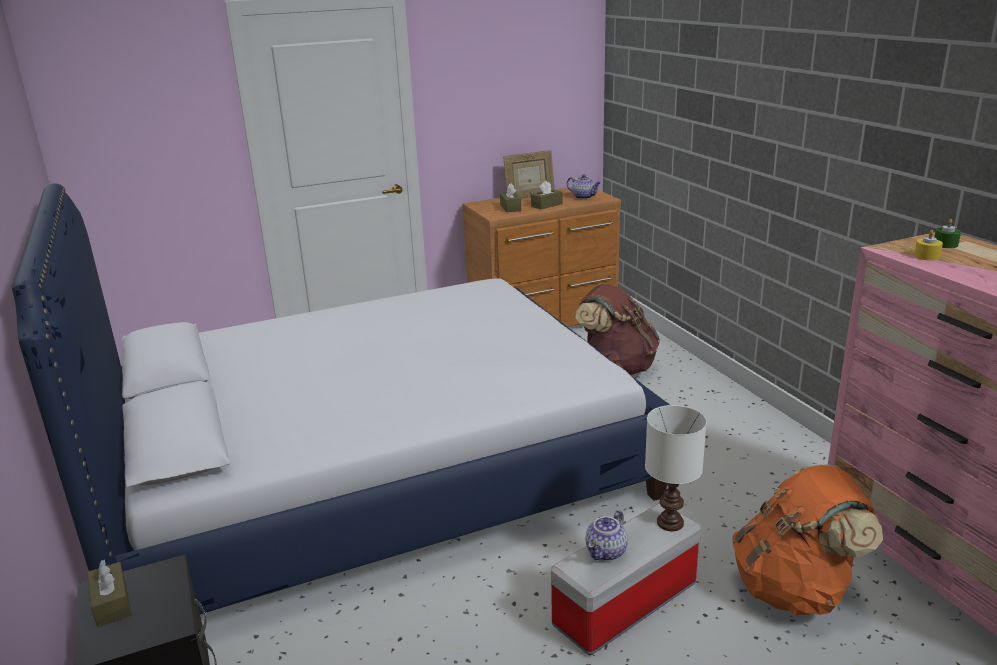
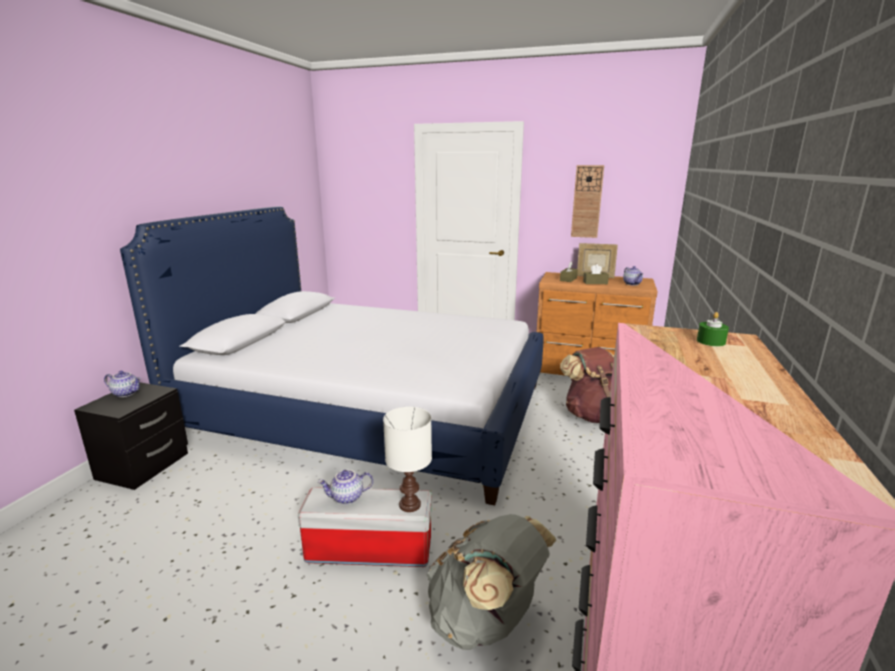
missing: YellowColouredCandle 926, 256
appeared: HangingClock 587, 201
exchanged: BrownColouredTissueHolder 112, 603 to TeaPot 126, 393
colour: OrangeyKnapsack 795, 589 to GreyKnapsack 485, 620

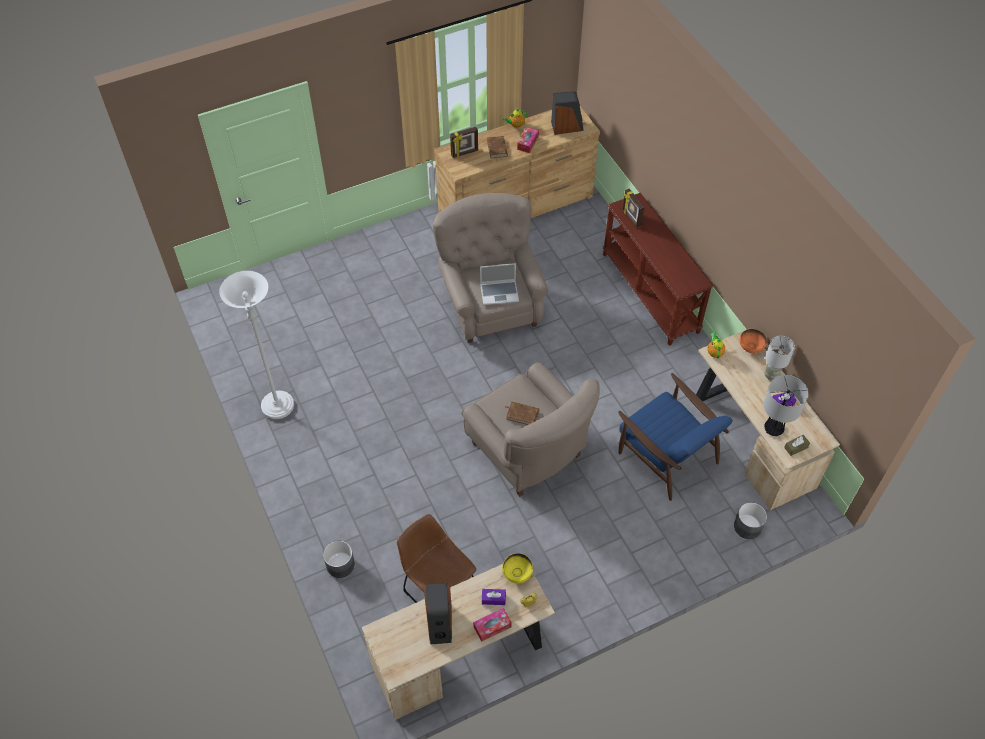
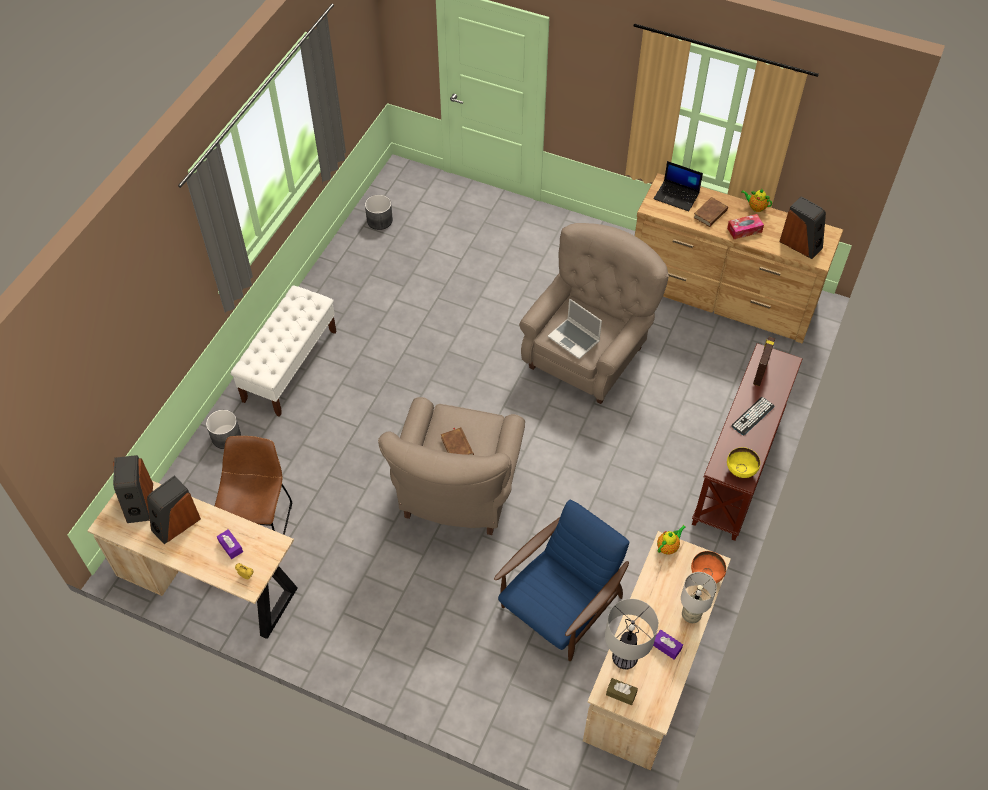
missing: WhitishStandardLamp 277, 406; TissueHolder 492, 626
appeared: Loudspeaker 139, 502; WhitishLongSeat 290, 365; Keyboard 752, 416
relocated: YellowColouredServingBowl 517, 575 to 740, 471; GreyFlowerPot 747, 526 to 379, 220
exchanged: PictureFrame 464, 153 to Laptop 677, 196
spun: BlueEasyChair 666, 455 = 560, 606 150 degrees counterclockwise

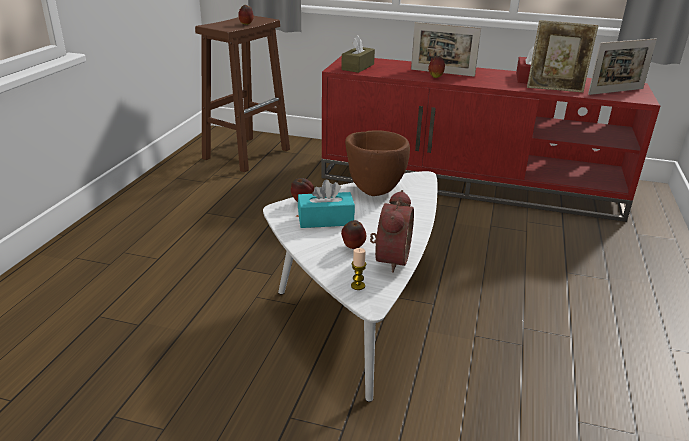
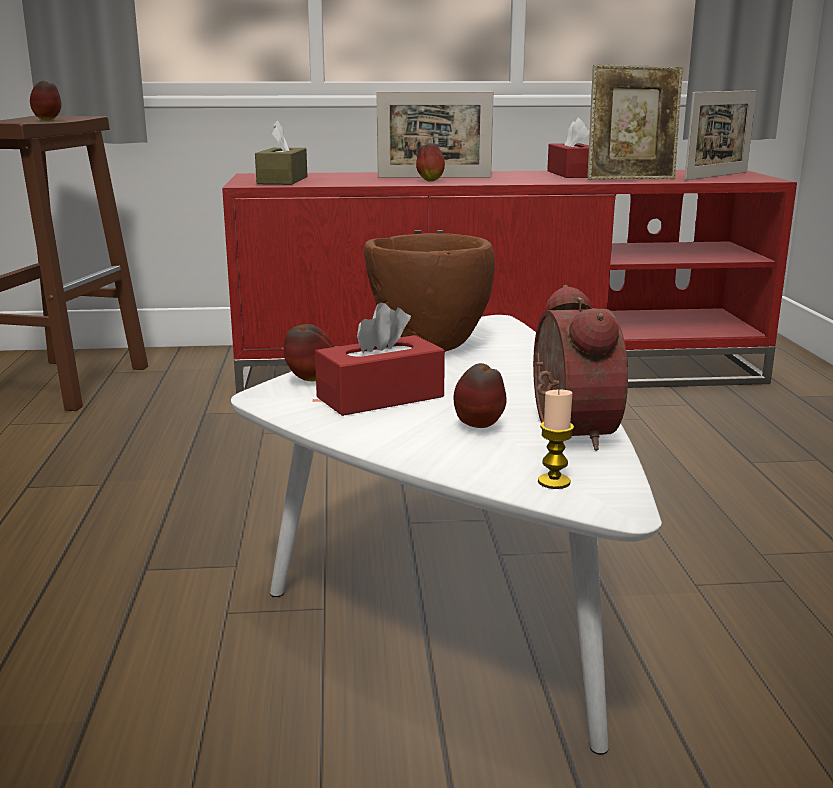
colour: BlueGreenTissueHolder 325, 220 to RedColouredTissueHolder 380, 397

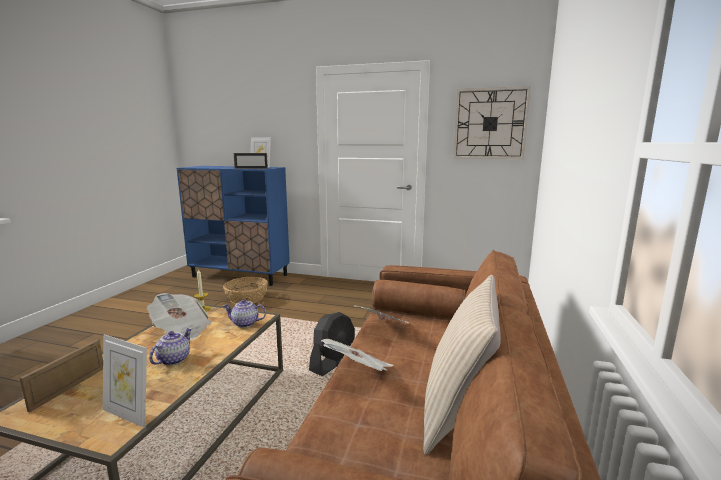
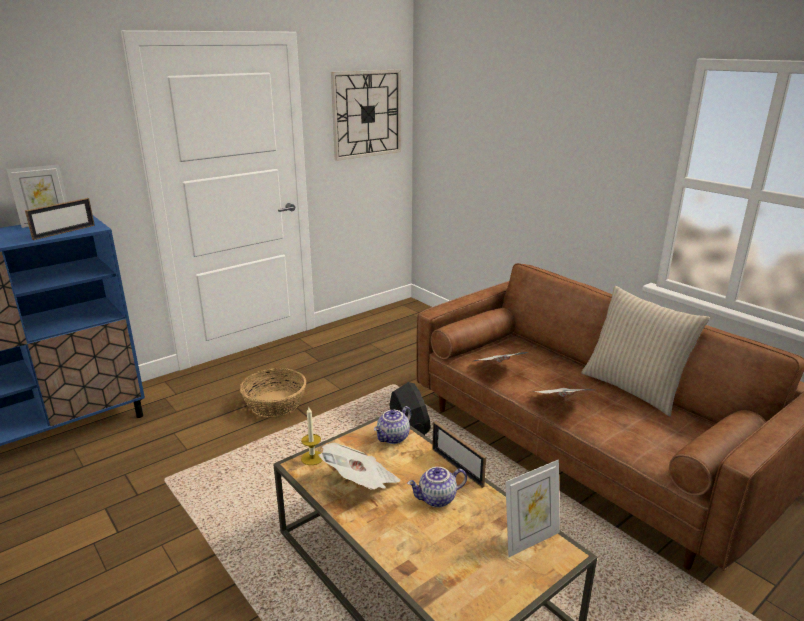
relocated: PictureFrame 69, 388 to 457, 467; StorageBasket 247, 298 to 275, 404
spun: TeaPot 173, 359 = 437, 499 75 degrees counterclockwise

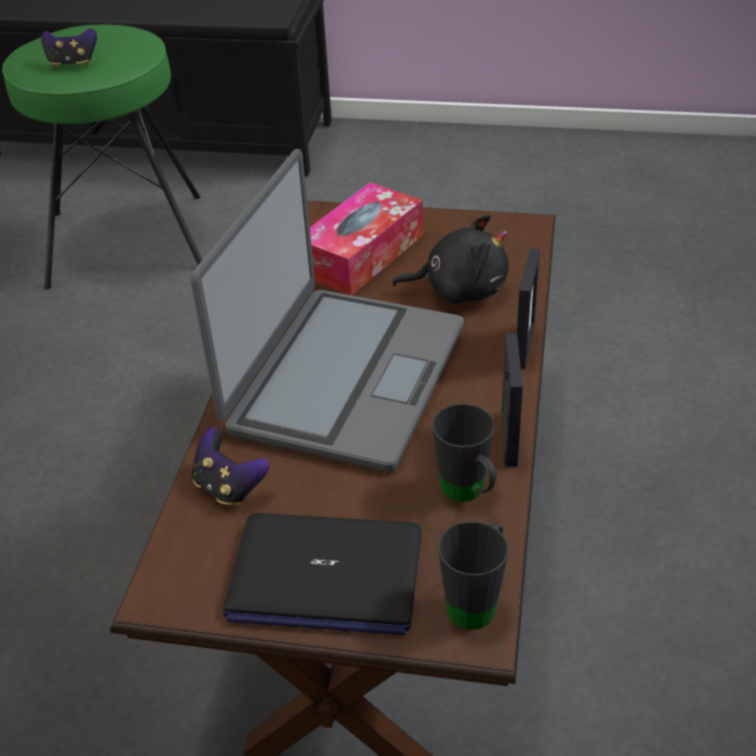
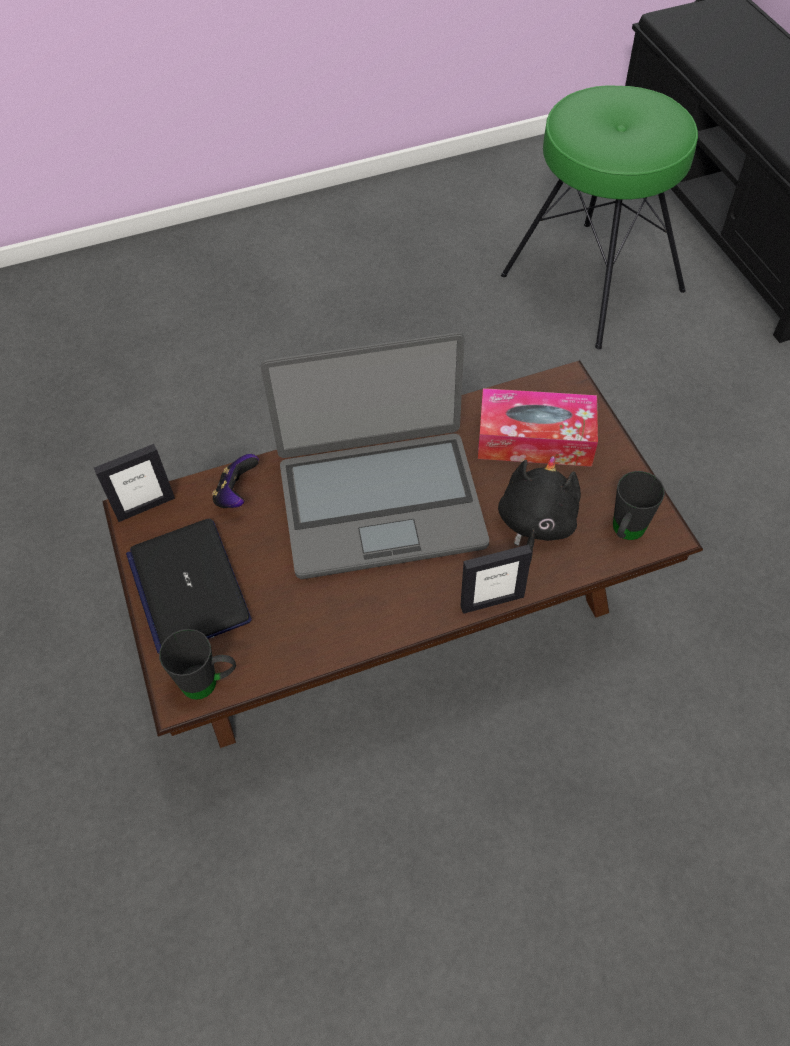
missing: Gamepad 73, 63
relocated: BlackMug 468, 494 to 625, 533; PictureFrame 508, 438 to 145, 506
spun: BlackCuddlyToy 459, 289 = 535, 525 135 degrees counterclockwise

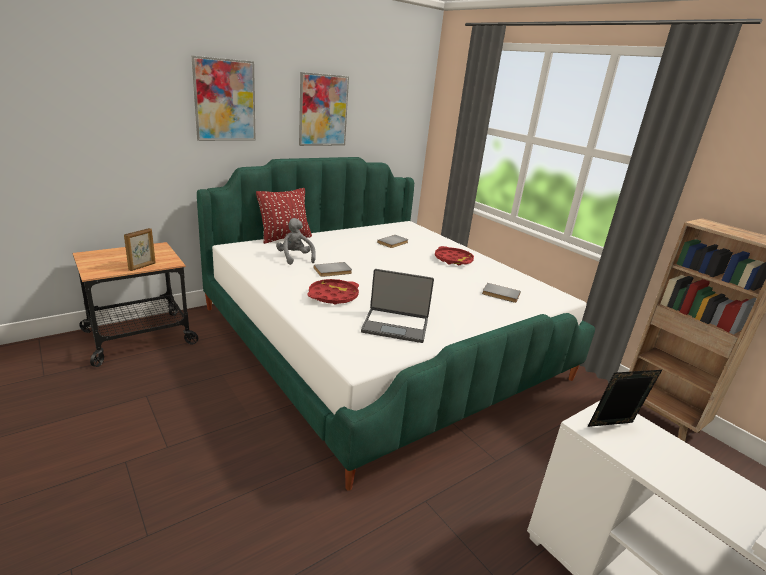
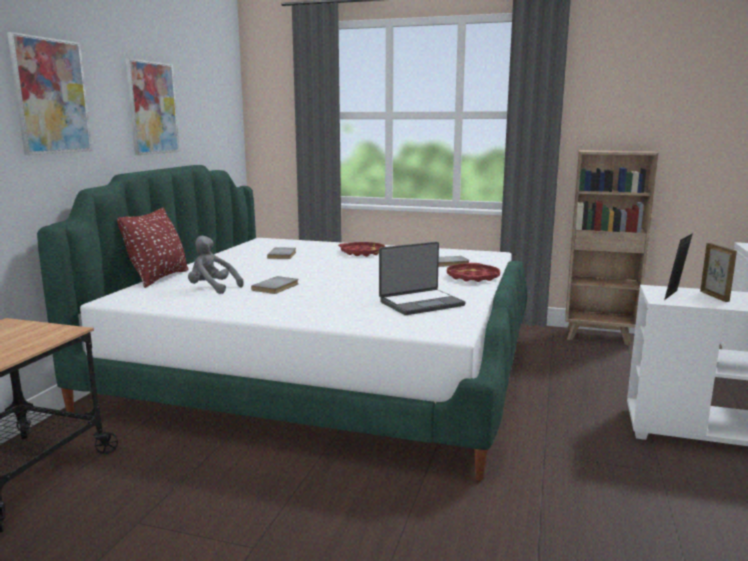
relocated: PictureFrame 142, 266 to 714, 296; RedColouredTray 333, 296 to 473, 277

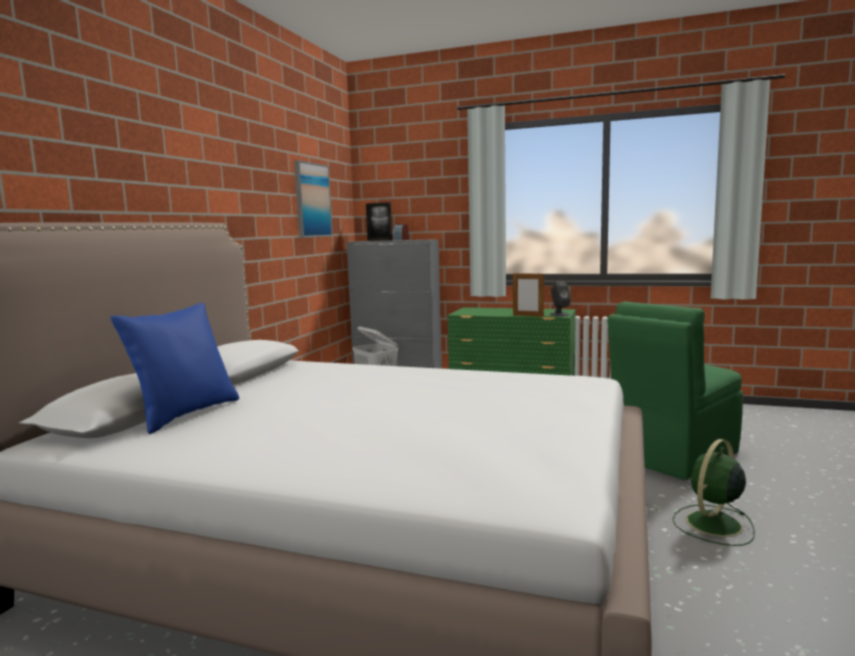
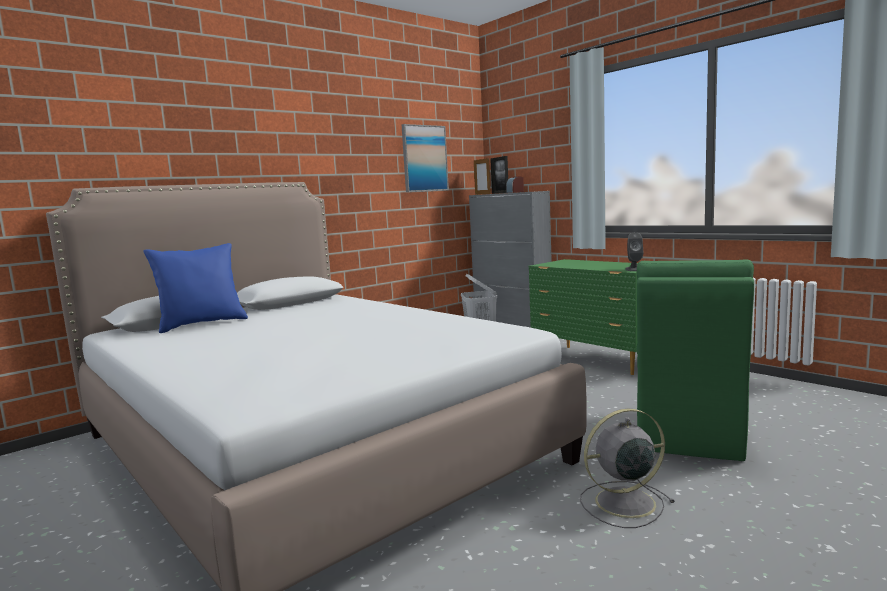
relocated: PictureFrame 528, 315 to 482, 194
colour: GreenColouredCoolingFan 712, 525 to GreyCoolingFan 622, 503
spun: GreenColouredUprightChair 672, 455 = 688, 433 60 degrees counterclockwise

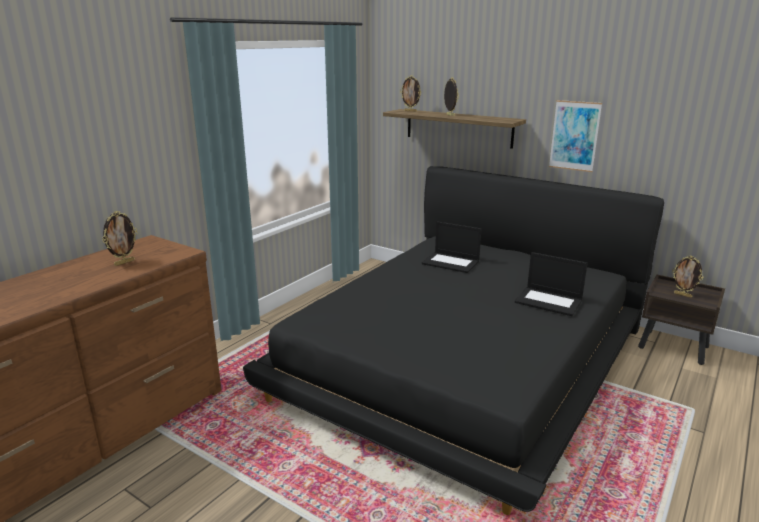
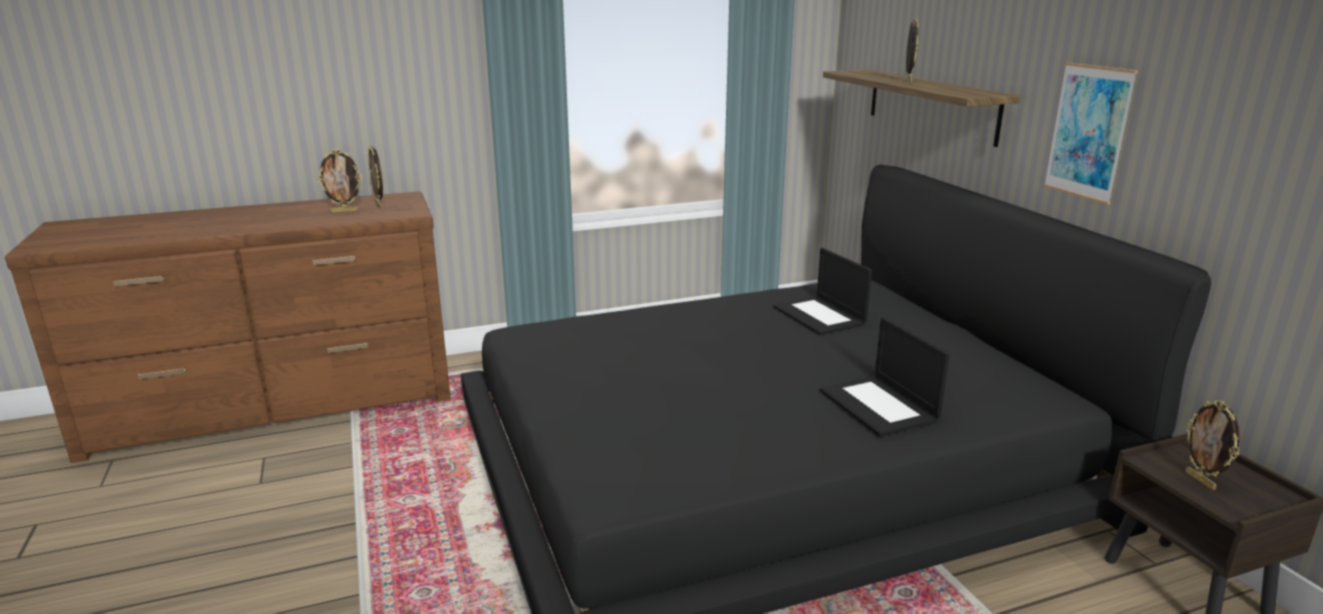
relocated: PictureFrame 410, 111 to 380, 206

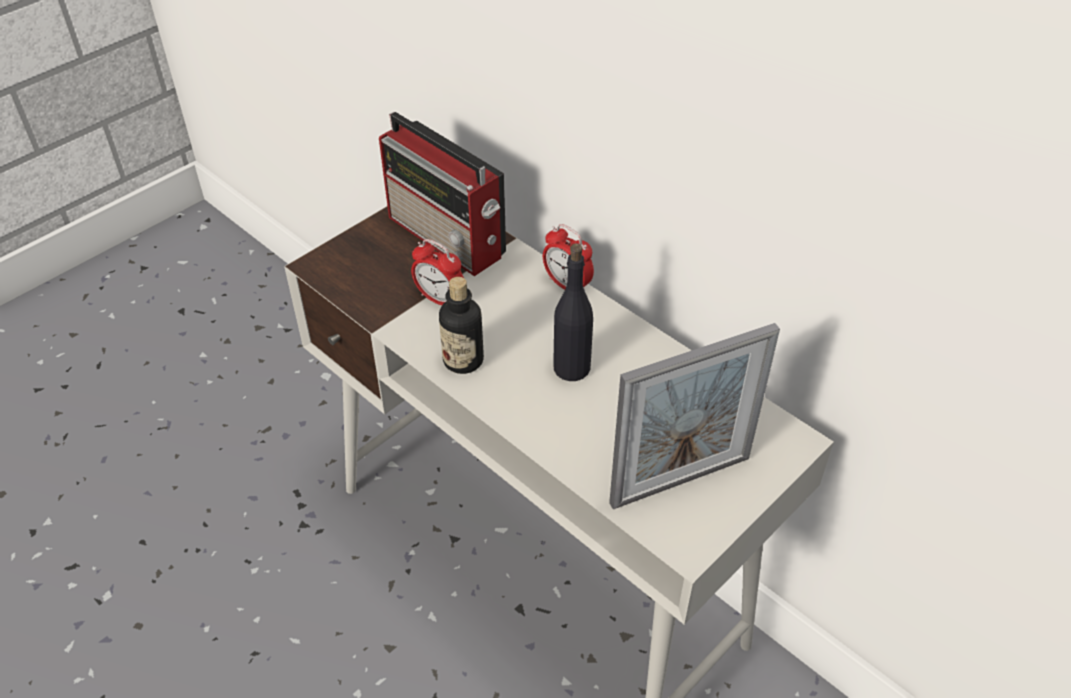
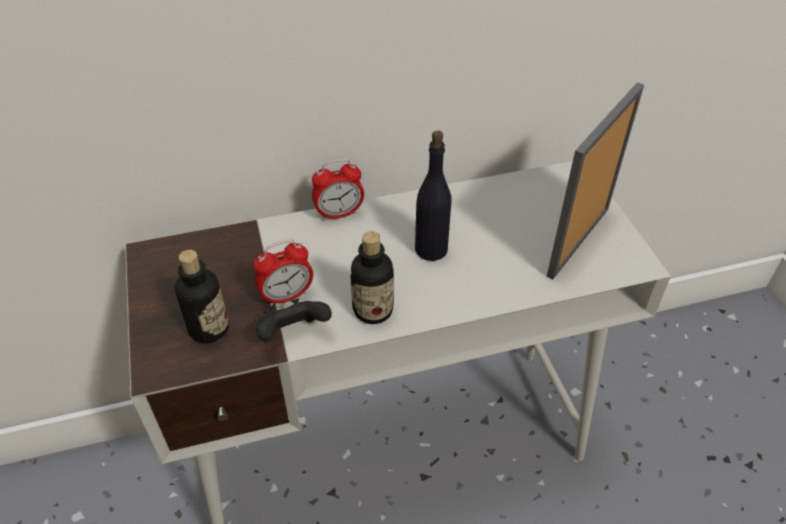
missing: RadioReceiver 448, 238
appeared: Bottle 209, 329; BlackGamepad 293, 333
spun: PictureFrame 680, 480 = 578, 241 150 degrees counterclockwise

